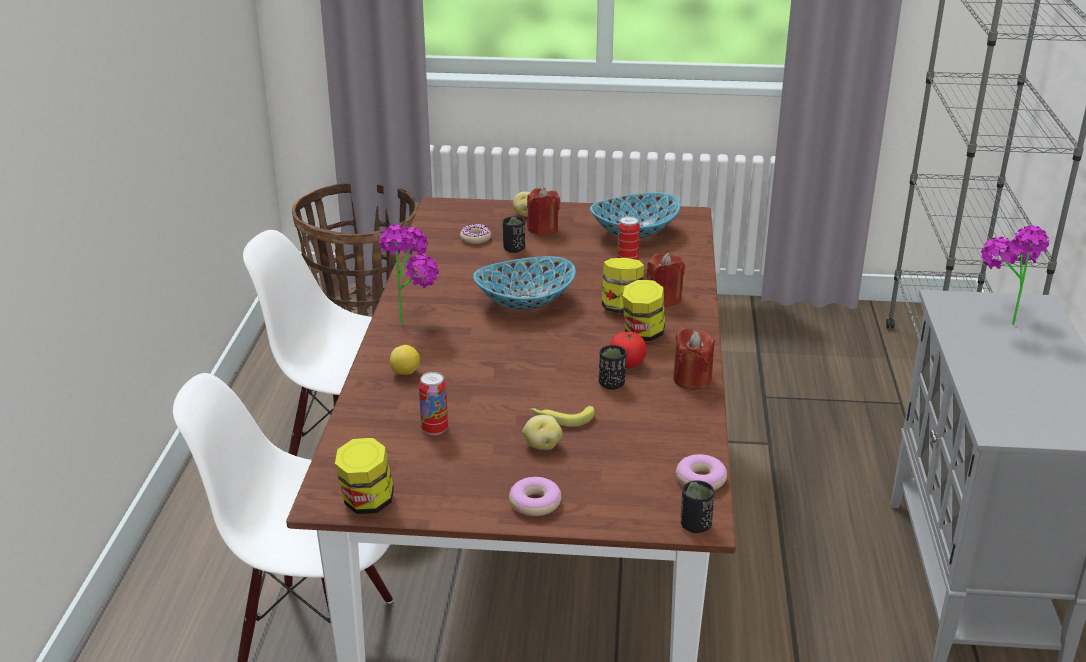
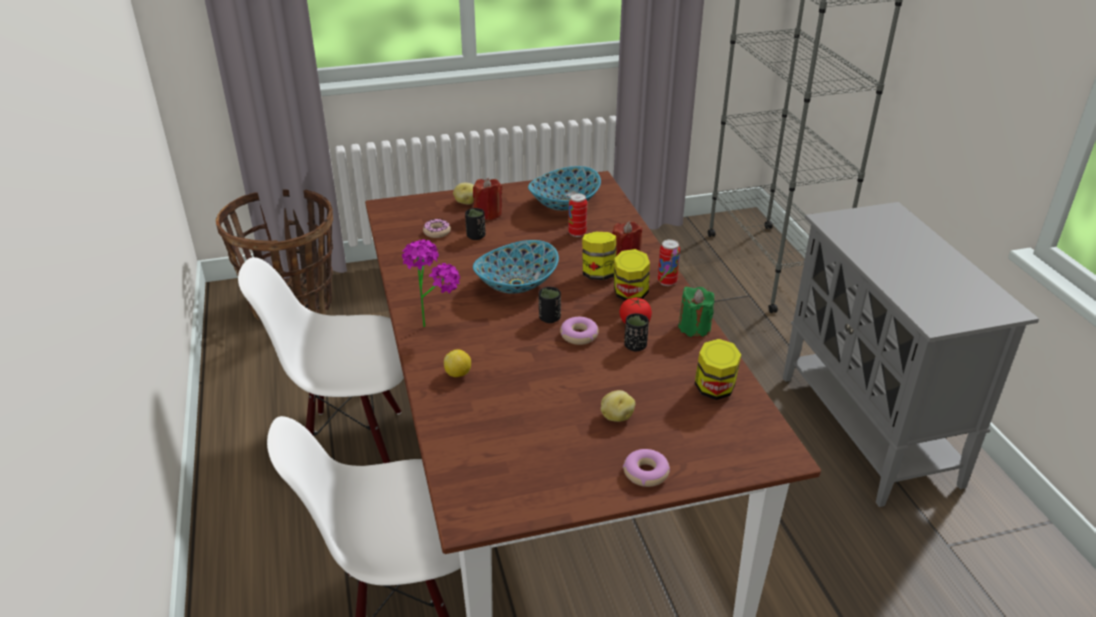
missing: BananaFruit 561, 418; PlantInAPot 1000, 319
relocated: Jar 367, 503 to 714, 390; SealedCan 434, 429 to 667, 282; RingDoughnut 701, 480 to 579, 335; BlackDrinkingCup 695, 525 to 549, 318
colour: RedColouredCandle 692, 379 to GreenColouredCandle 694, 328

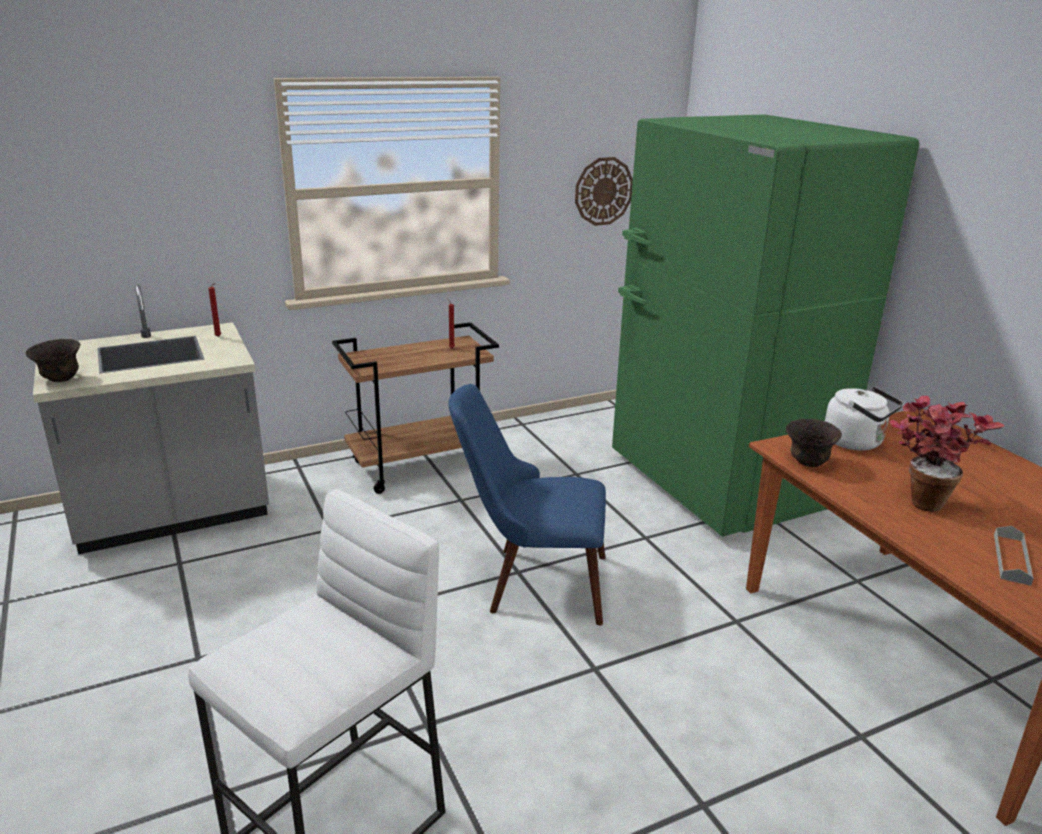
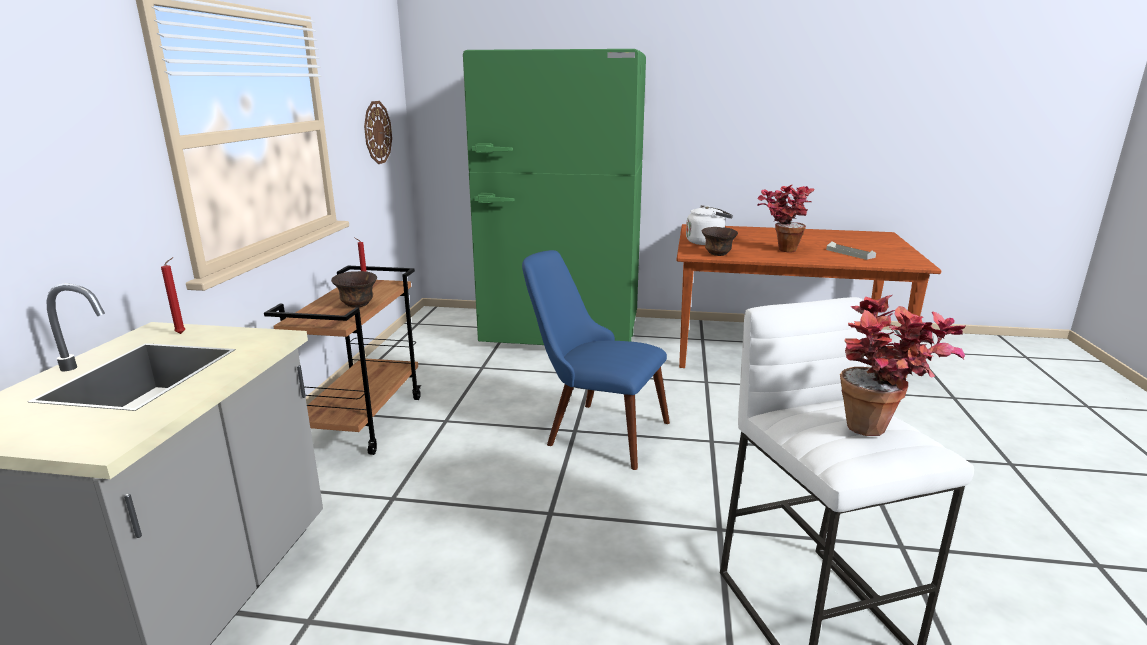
appeared: PlantInAPot 881, 432
relocated: BrownColouredServingBowl 60, 379 to 357, 305
spun: BlueUprightChair 530, 582 = 593, 430 75 degrees clockwise

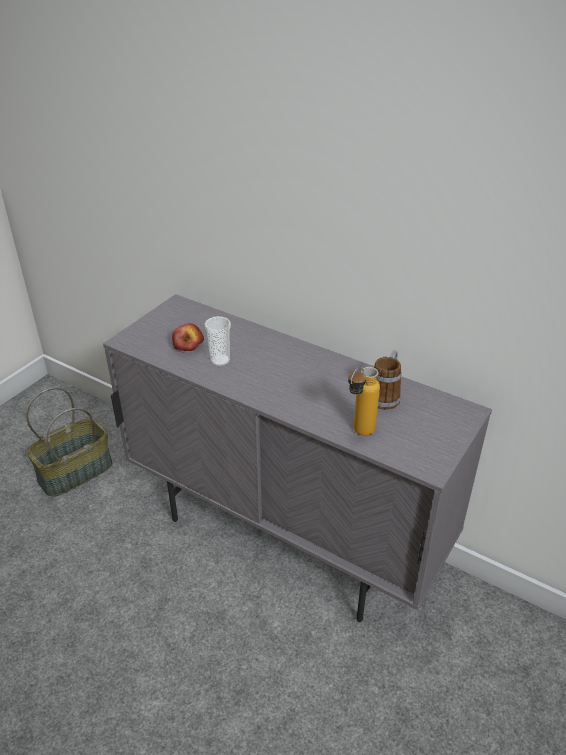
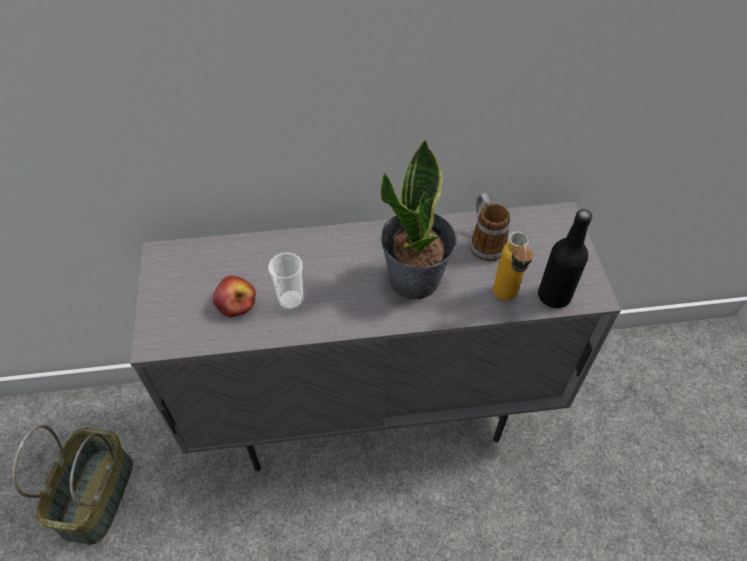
appeared: PlantInAPot 415, 279; BlackBottle 554, 296

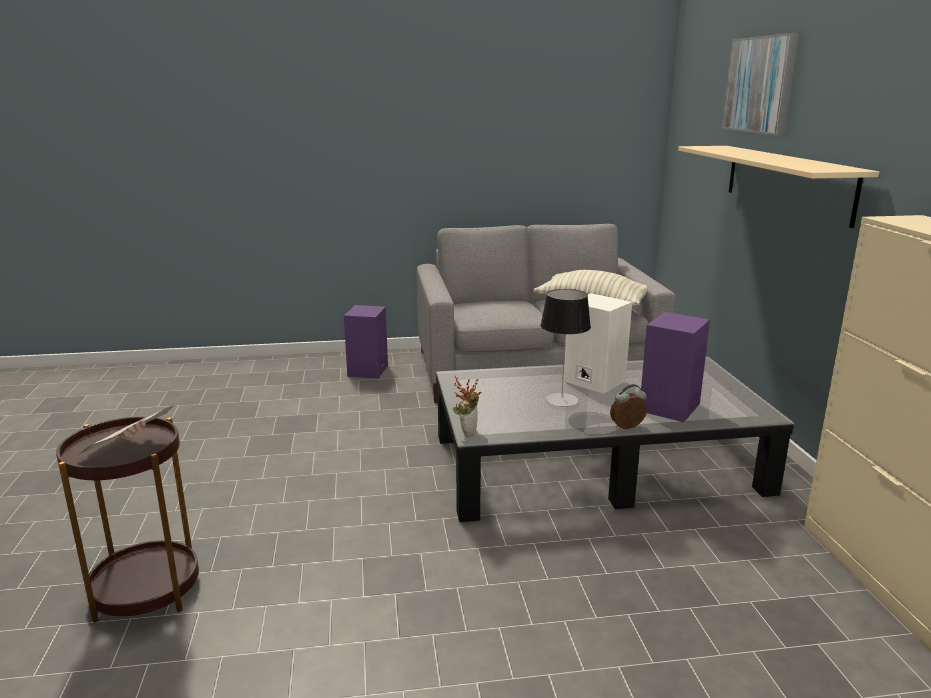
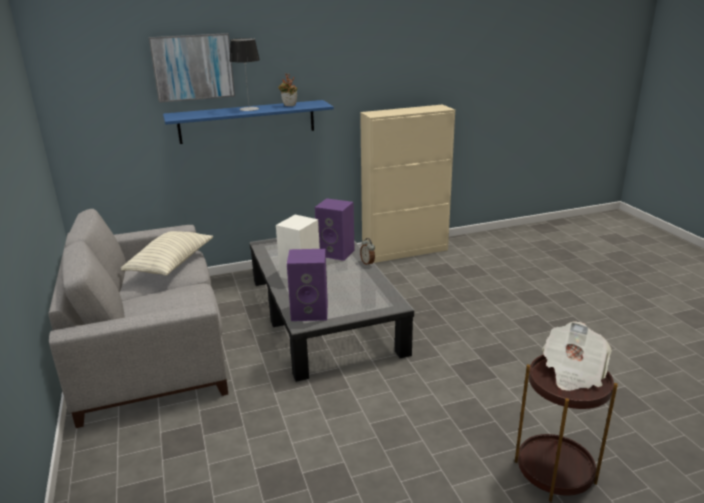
relocated: PurpleLoudspeaker 368, 371 to 310, 311; PlantInAPot 467, 432 to 288, 106; TabletopLamp 561, 400 to 249, 109
colour: BeigeColouredShelf 786, 182 to BlueShelf 247, 121

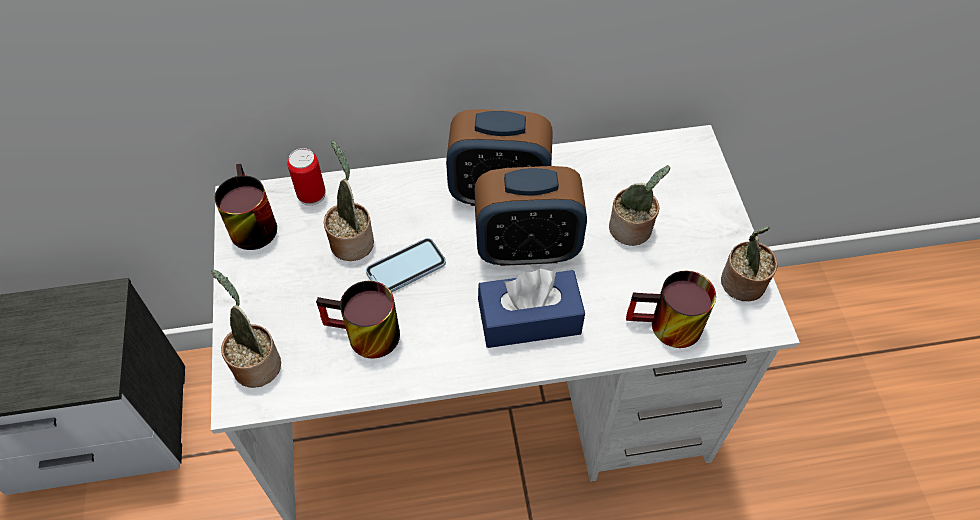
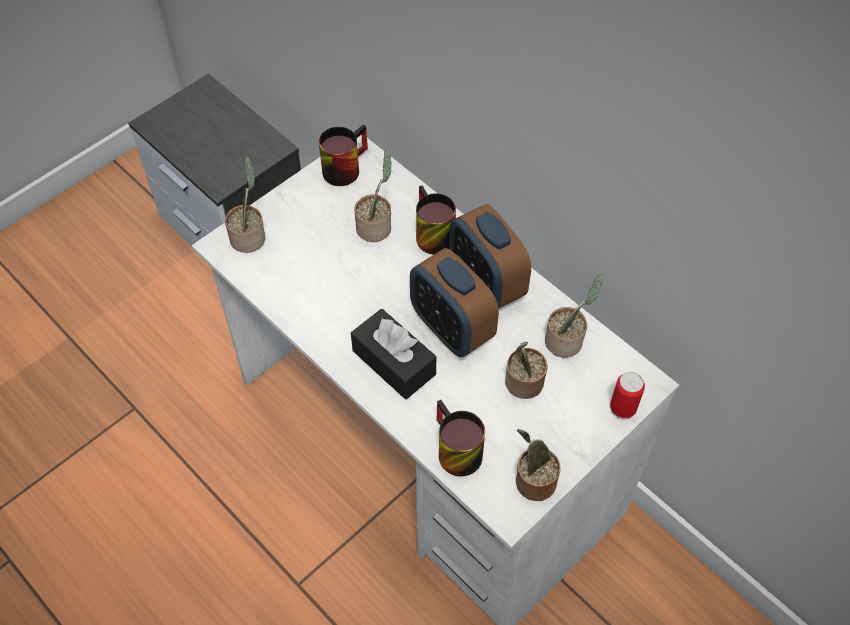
missing: Phone 406, 268
appeared: PlantInAPot 566, 341
relocated: SealedCan 311, 194 to 623, 408; Mug 363, 338 to 429, 234
colour: BlueTissueHolder 529, 319 to BlackTissueHolder 394, 362

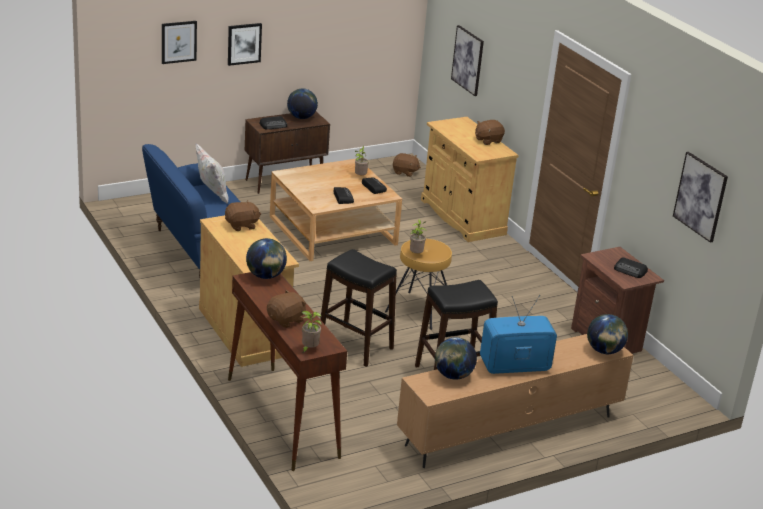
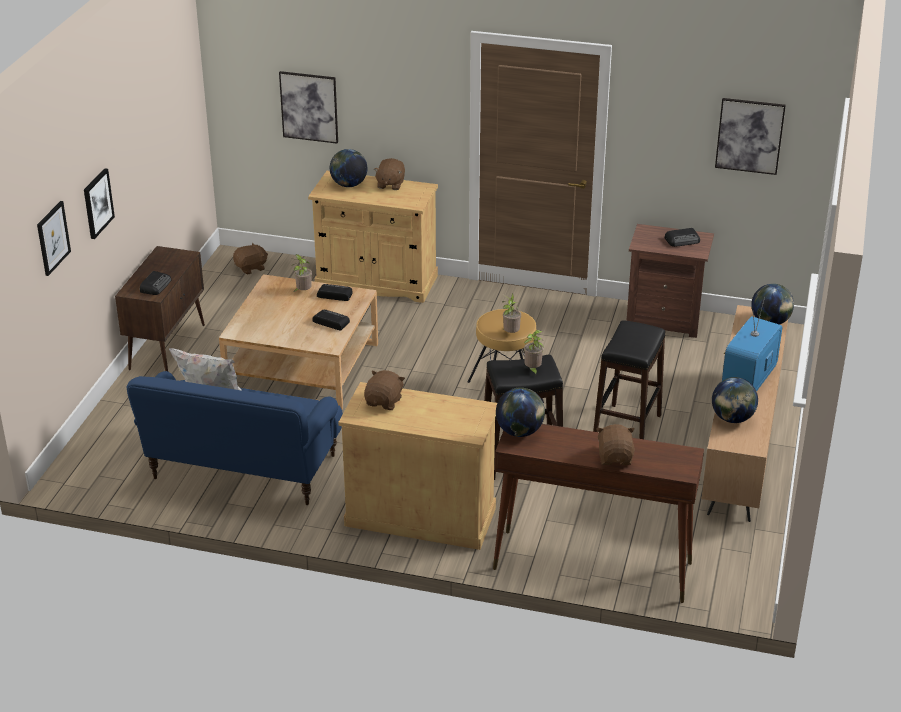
relocated: WorldGlobe 301, 117 to 349, 185; PlantInAPot 309, 349 to 532, 370

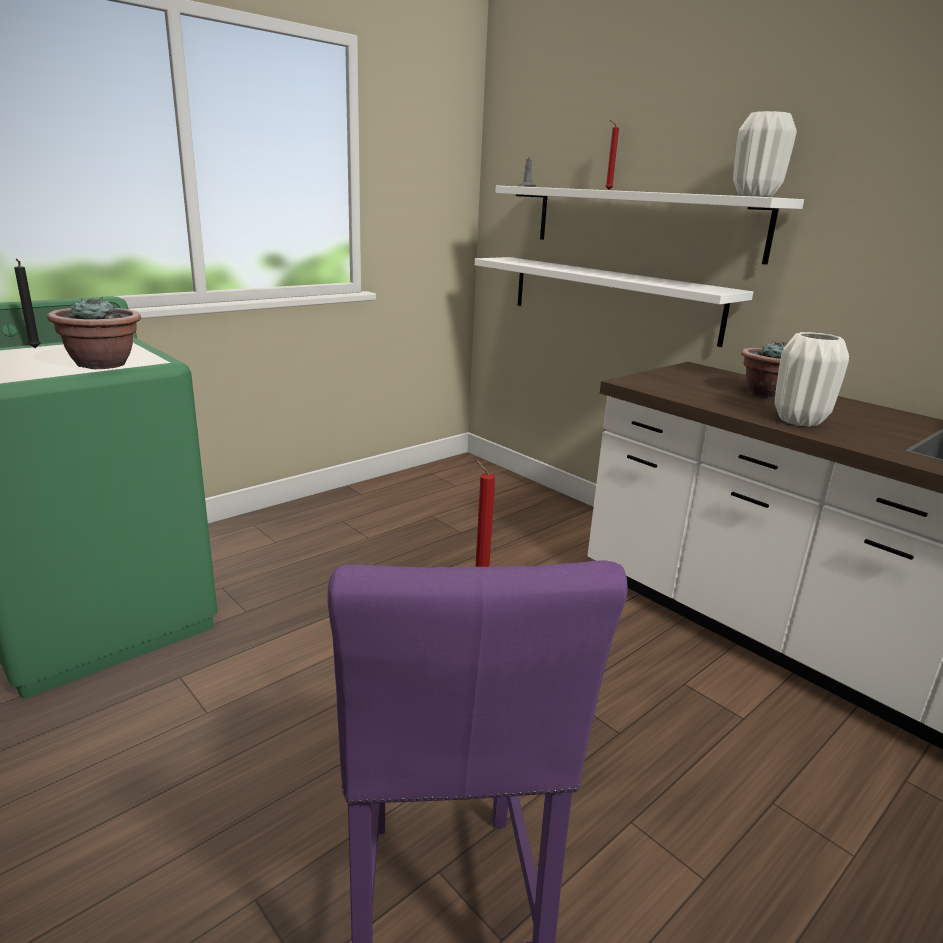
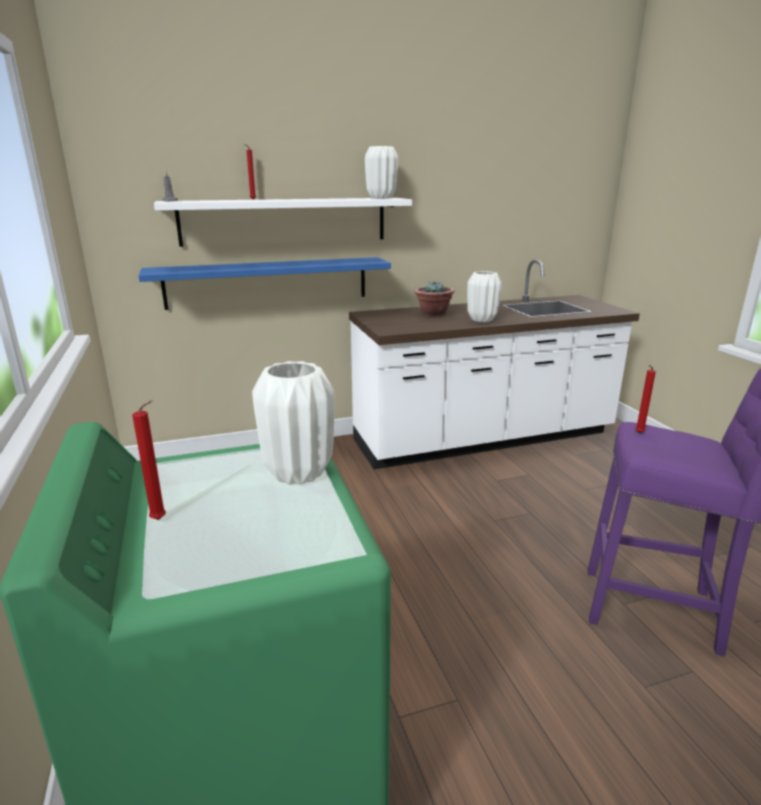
exchanged: PlantInAPot 103, 364 to WhitishVase 297, 473
colour: BlackCandle 34, 348 to RedColouredCandle 161, 520; WhitishShelf 611, 298 to BlueShelf 268, 282

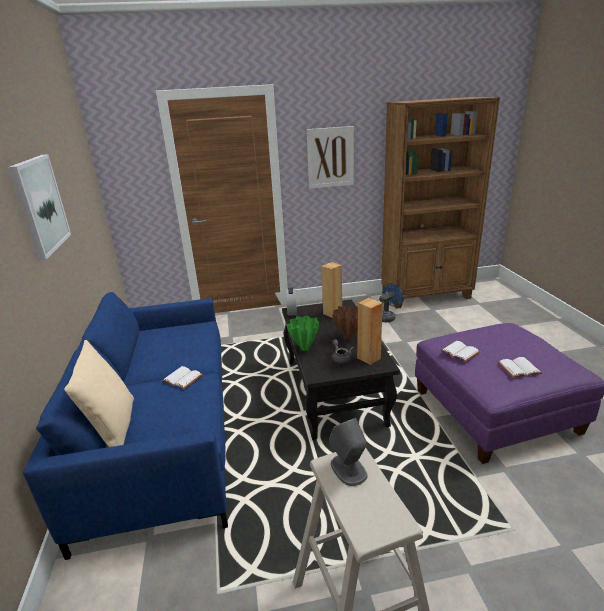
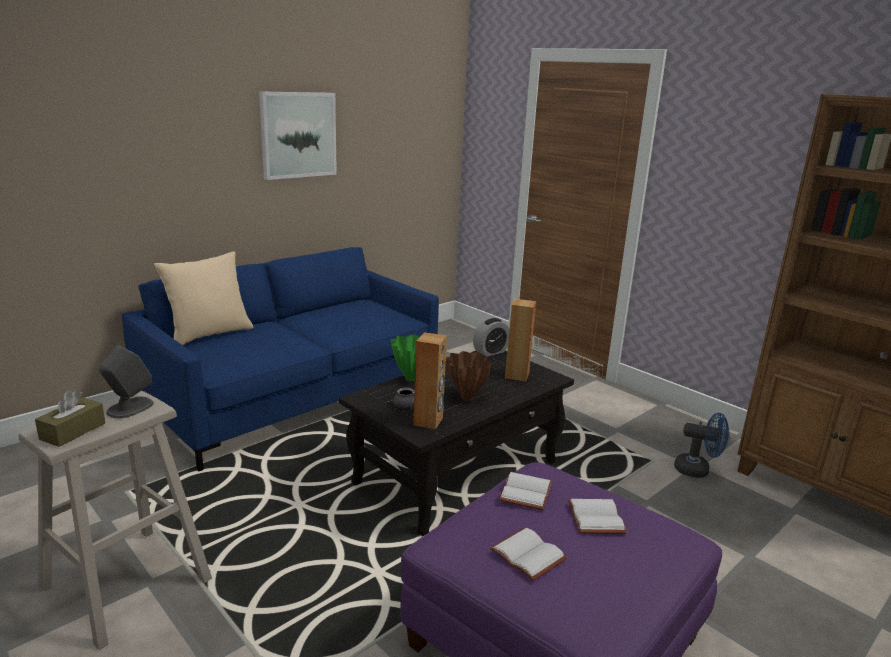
missing: WallArt 330, 157
appeared: BrownColouredTissueHolder 73, 431
relocated: WhitishBoundBook 181, 379 to 593, 517

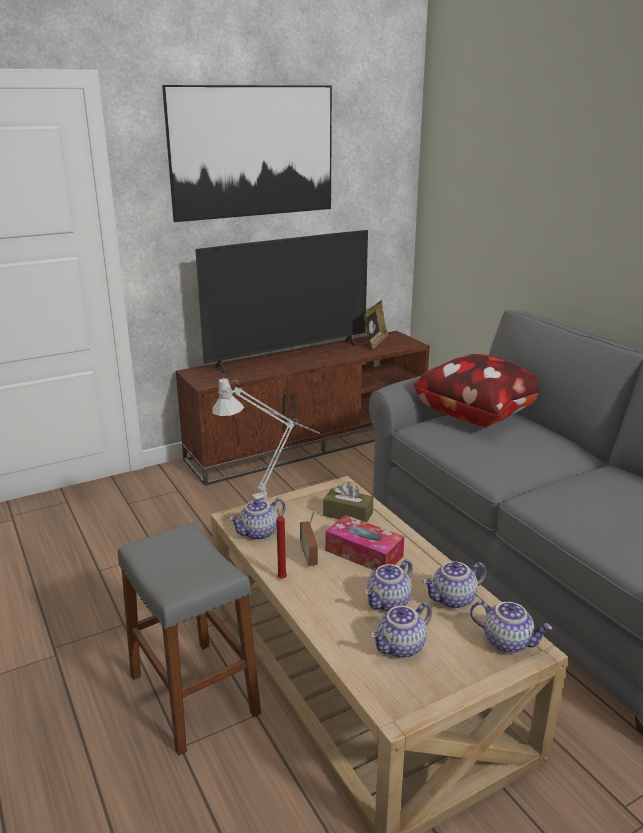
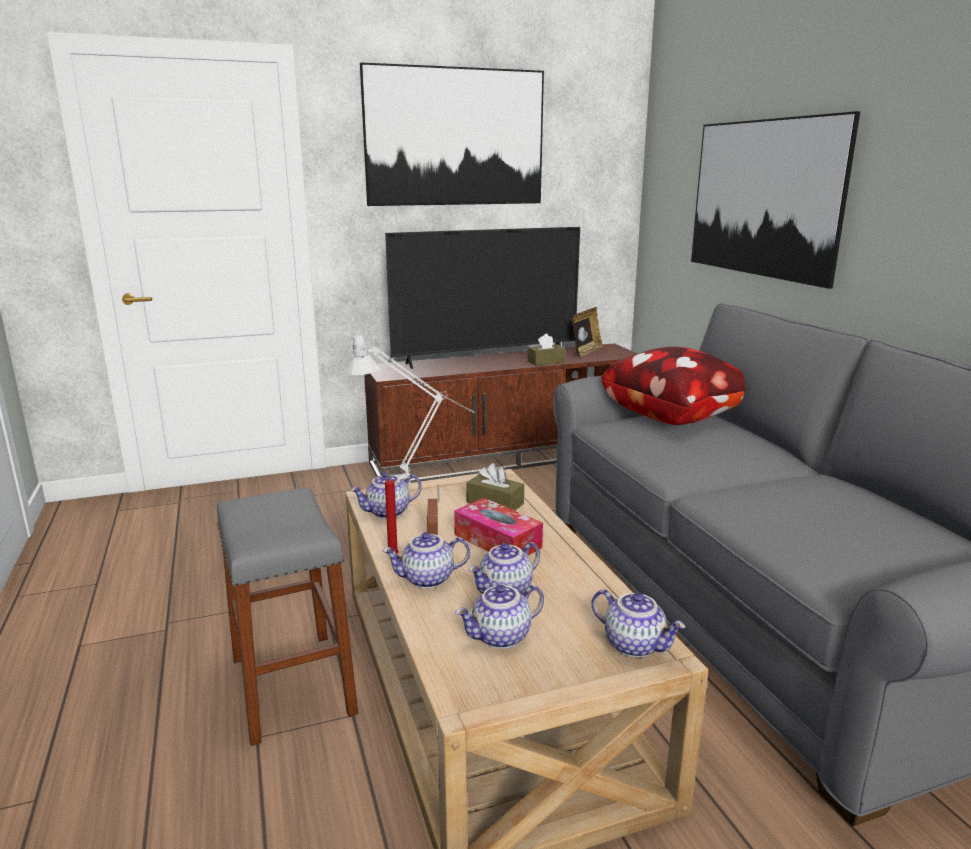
appeared: BrownColouredTissueHolder 546, 362; WallArt 763, 198
relocated: TeaPot 453, 600 to 427, 580

